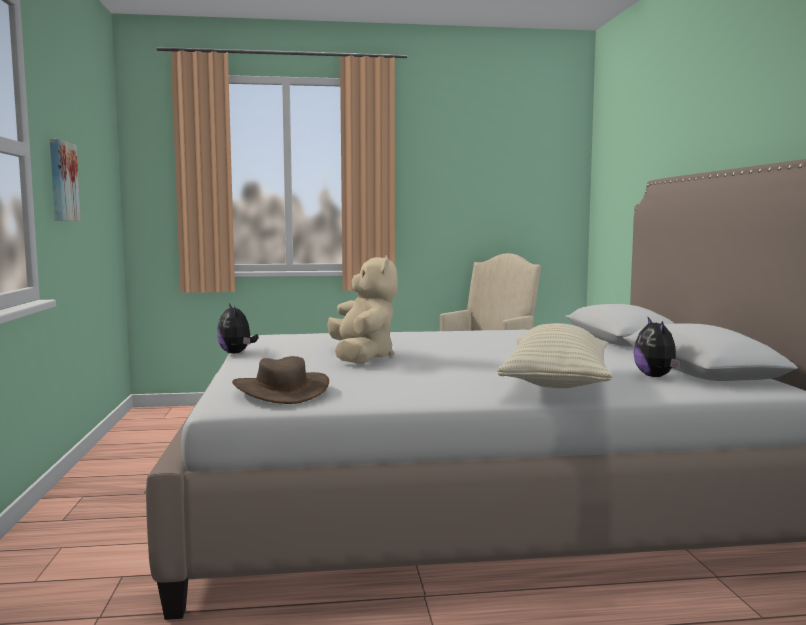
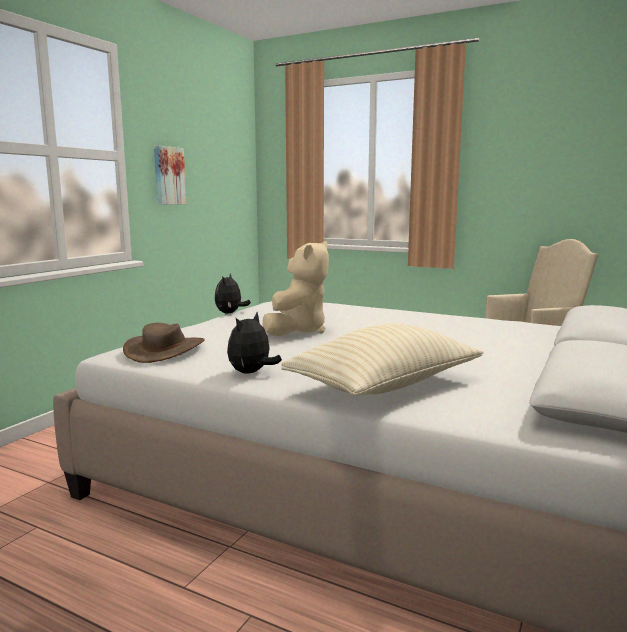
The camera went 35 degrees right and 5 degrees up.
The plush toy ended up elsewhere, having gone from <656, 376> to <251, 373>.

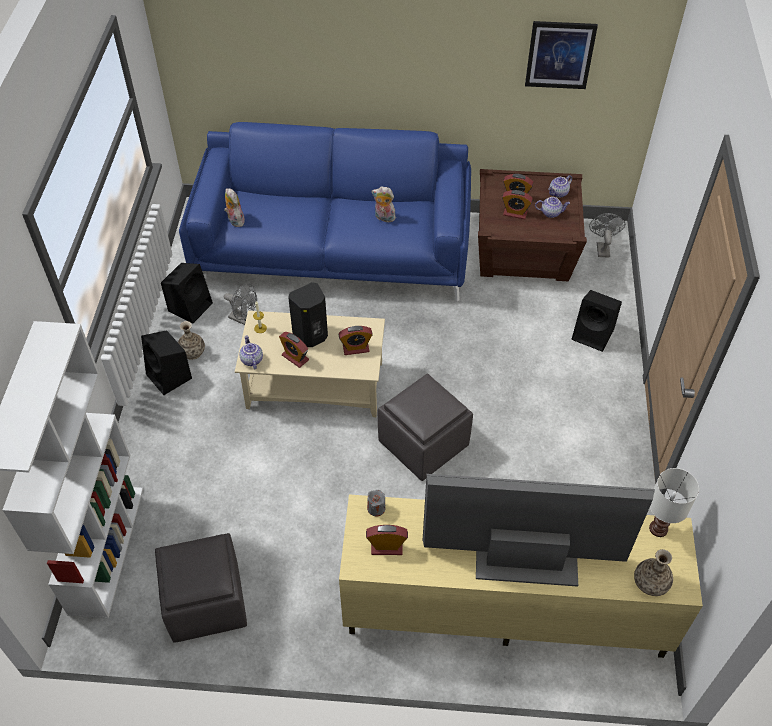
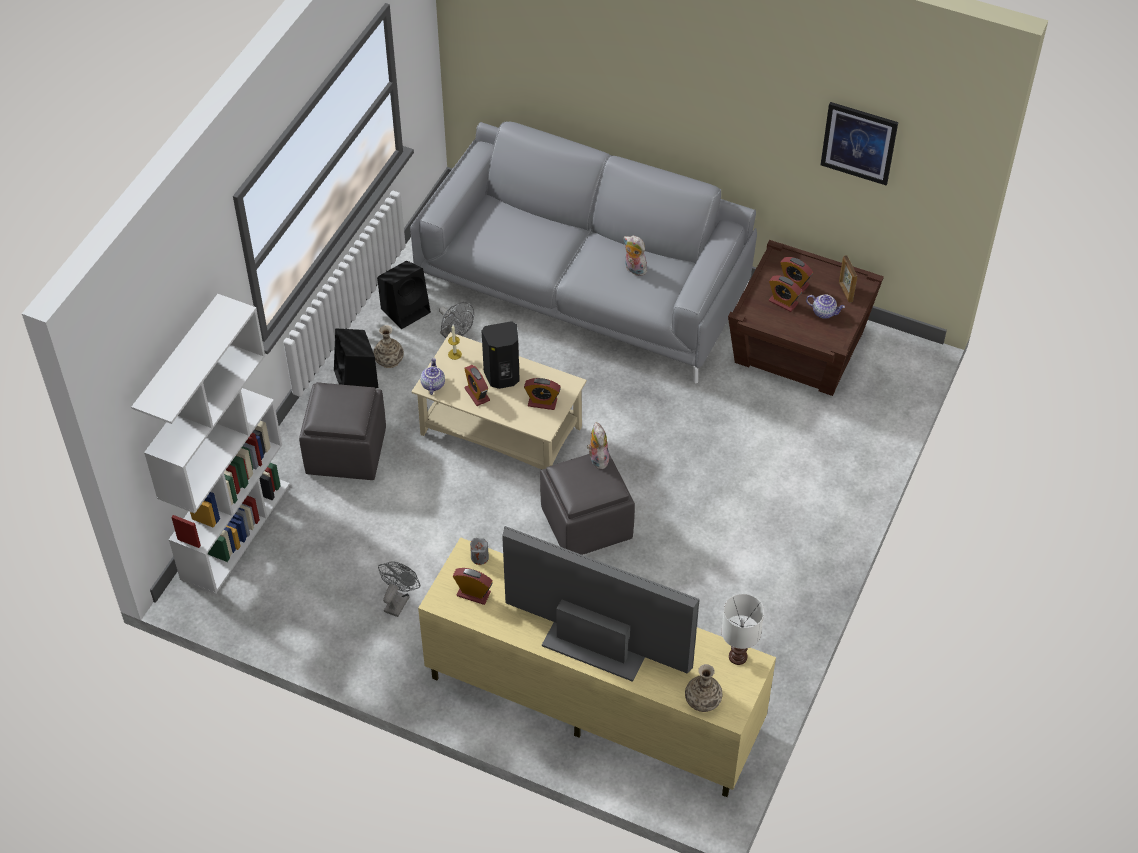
The camera went 20 degrees right and 0 degrees up.
The grey ottoman ended up elsewhere, having gone from <205, 601> to <345, 451>.
What was the blue sofa at <333, 250> turned into the grey sofa at <584, 287>.
The plush toy ended up elsewhere, having gone from <234, 220> to <597, 458>.
Where the teapot stood at <558, 193>, the picture frame came to stand at <845, 292>.
The second view lost the black speaker at <594, 335>.
The grey fan ended up elsewhere, having gone from <602, 248> to <398, 600>.

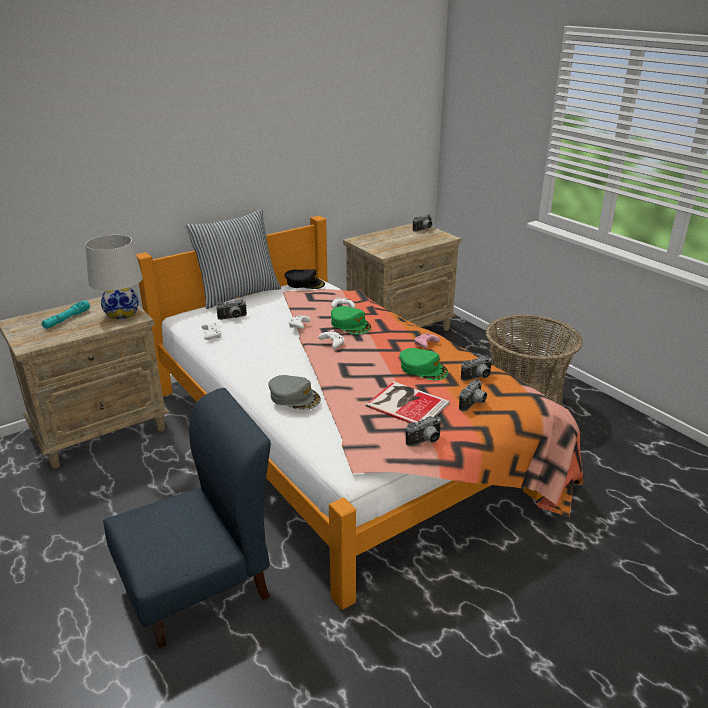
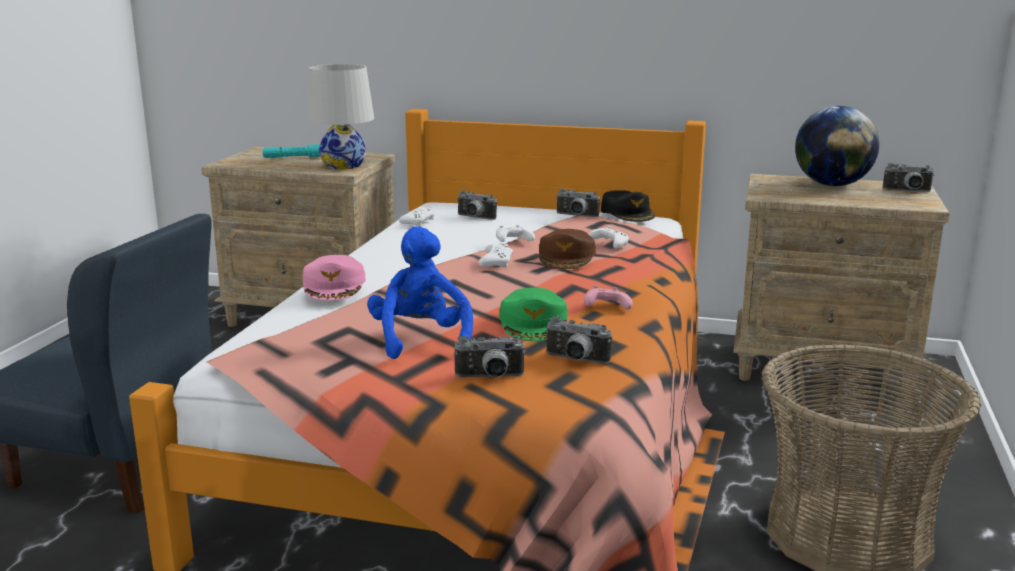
The camera went 50 degrees right and 10 degrees down.
The second view lost the pillow at <238, 294>.
What was the grey cap at <294, 397> turned into the pink cap at <334, 286>.
What was the green cap at <350, 324> turned into the brown cap at <567, 257>.
Where the book stood at <406, 403>, the blue plush toy came to stand at <420, 340>.
The photo camera ended up elsewhere, having gone from <425, 442> to <576, 216>.
The second view gained the globe at <832, 185>.

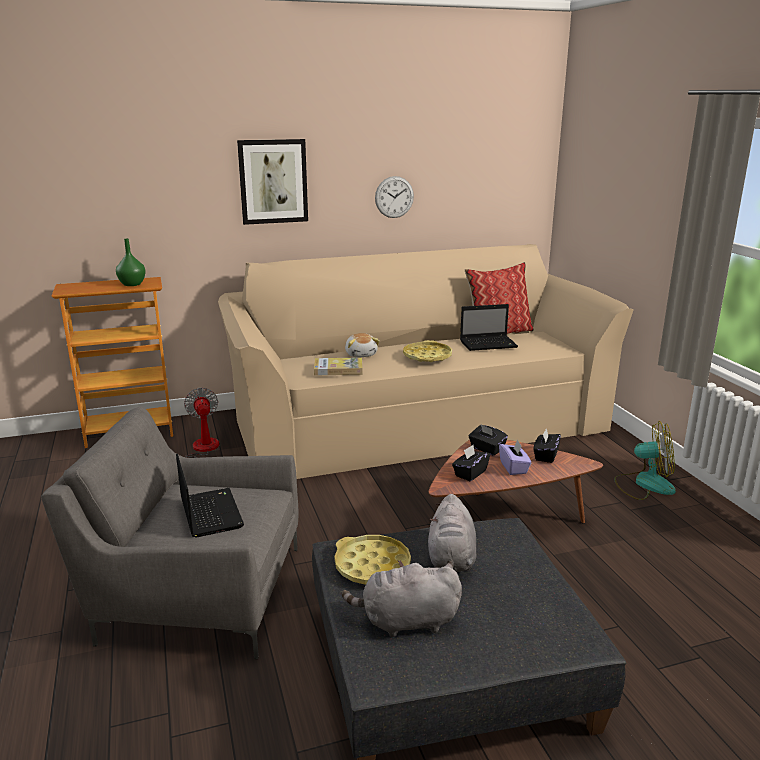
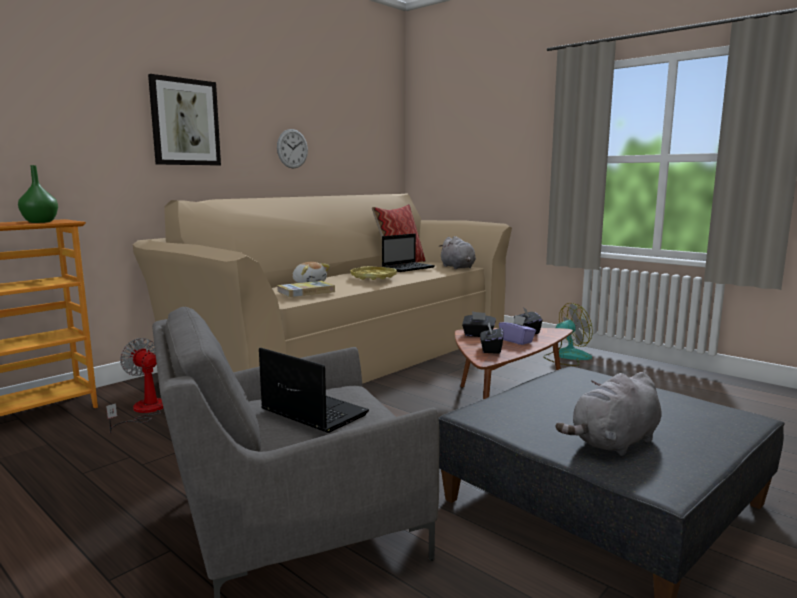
The camera went 30 degrees left and 10 degrees down.
The second view lost the yellow tray at <372, 566>.
The grey plush toy ended up elsewhere, having gone from <451, 560> to <458, 267>.

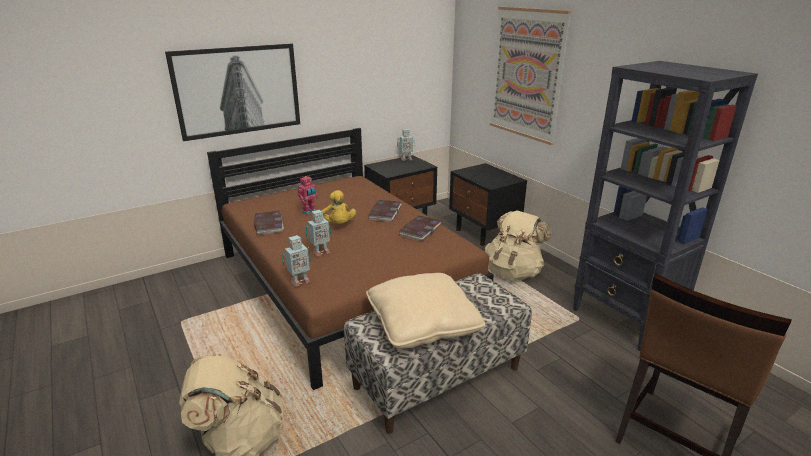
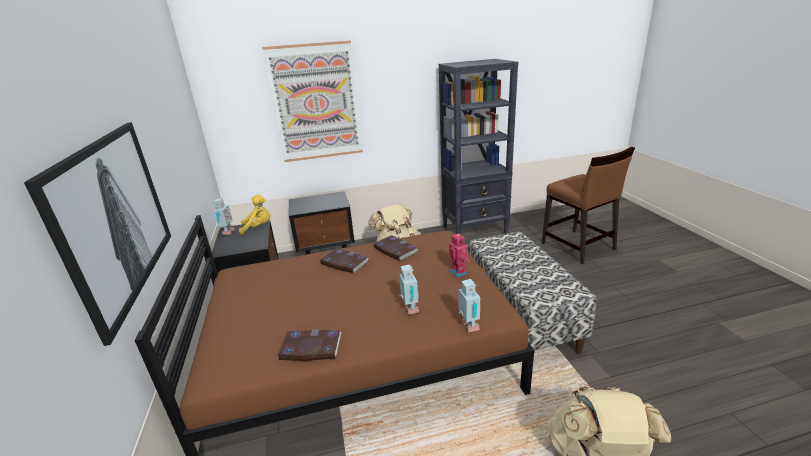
The camera went 70 degrees left and 0 degrees up.
The toy robot ended up elsewhere, having gone from <309, 212> to <459, 272>.
The yellow plush toy ended up elsewhere, having gone from <337, 225> to <258, 227>.
The second view lost the beige pillow at <422, 324>.

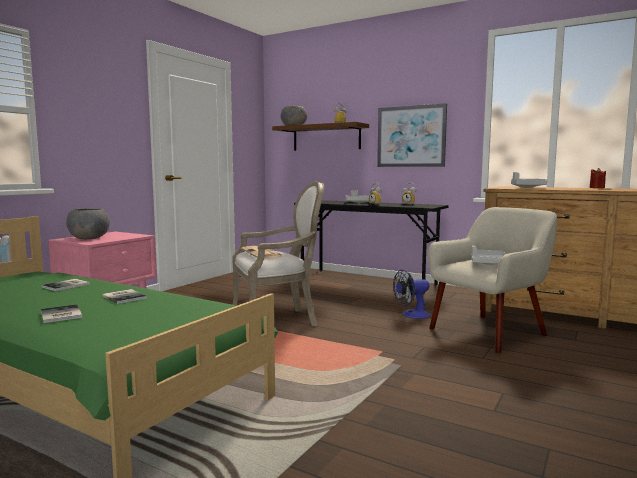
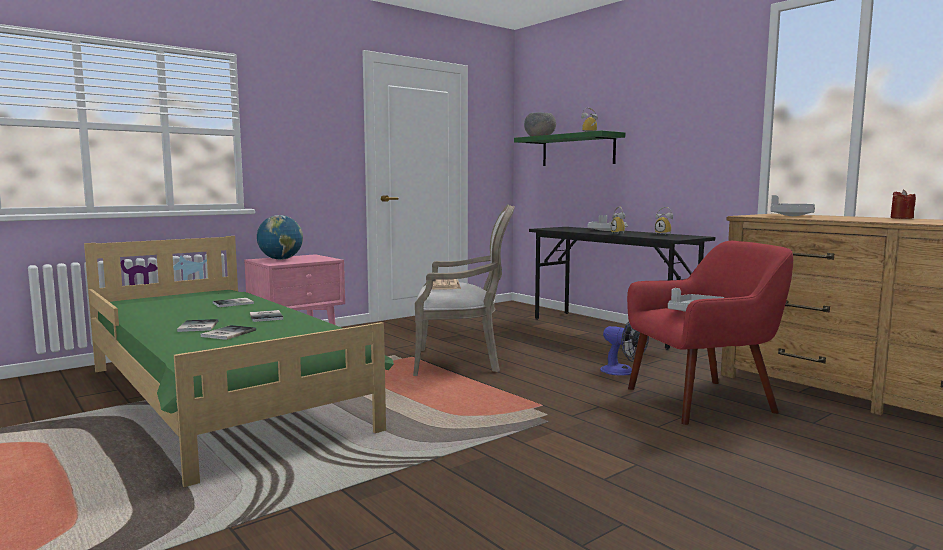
The camera went 20 degrees right and 0 degrees up.
Where the grey bowl stood at <89, 238>, the globe came to stand at <281, 259>.
What was the brown shelf at <326, 138> turned into the green shelf at <577, 150>.
The second view lost the picture at <411, 136>.
The fan at <411, 315> ended up facing another way, 135 degrees counterclockwise from before.
What was the beige armchair at <489, 332> turned into the red armchair at <702, 400>.
The second view gained the book at <226, 333>.

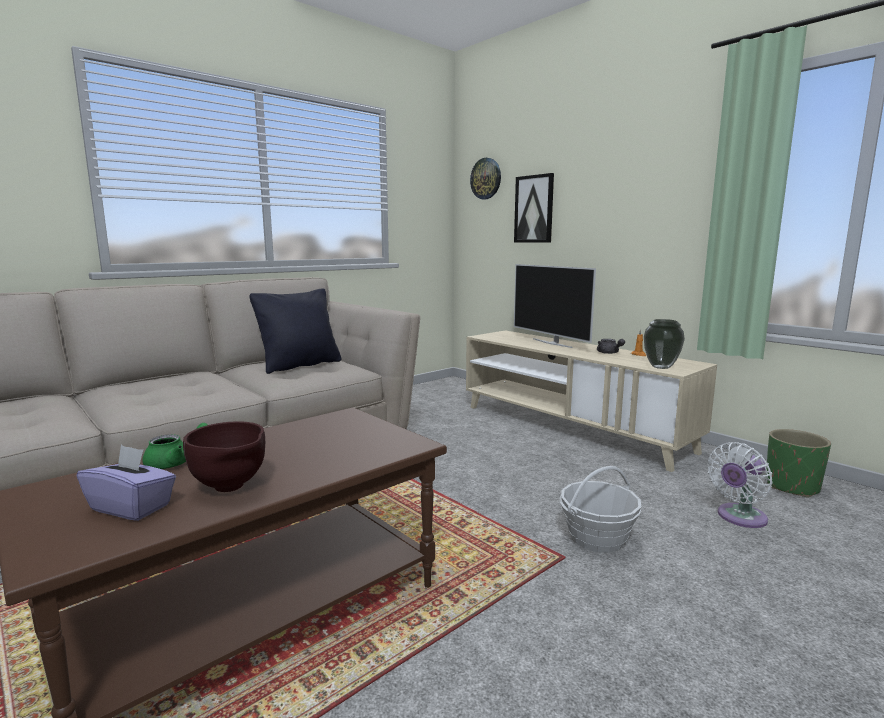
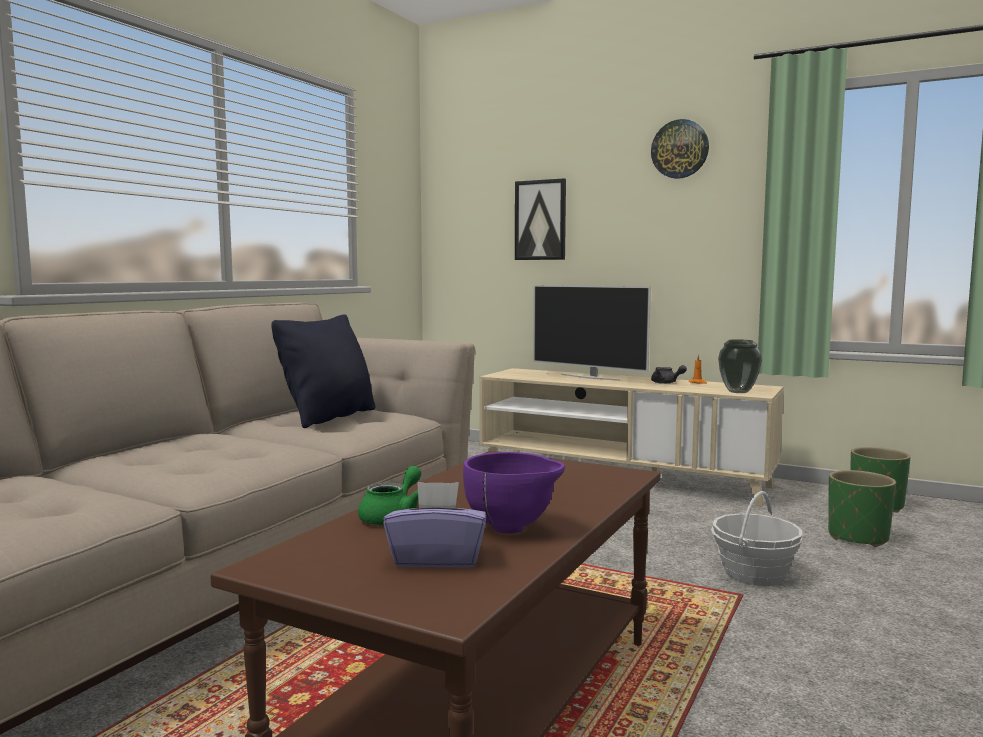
The camera went 20 degrees left and 5 degrees down.
What was the brown bowl at <231, 488> turned into the purple bowl at <513, 529>.
The wall clock ended up elsewhere, having gone from <486, 178> to <680, 149>.
Where the white fan stood at <739, 518>, the green planter came to stand at <858, 537>.

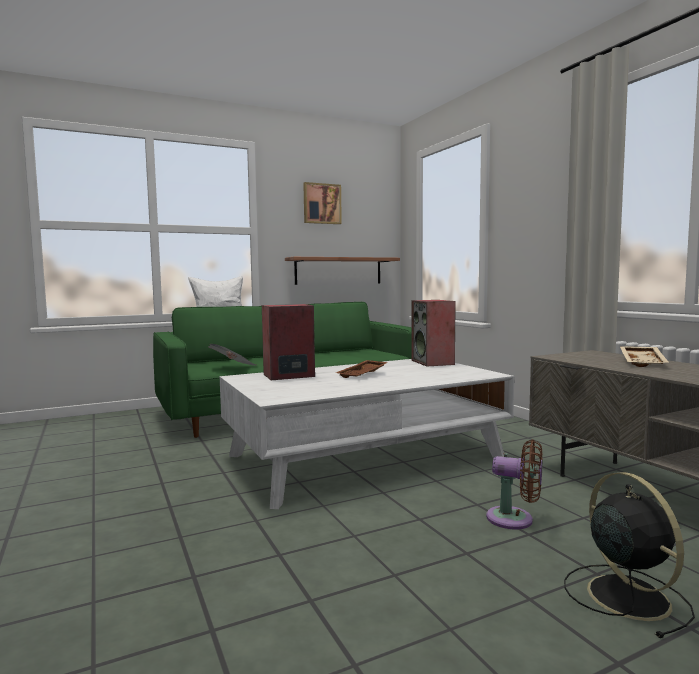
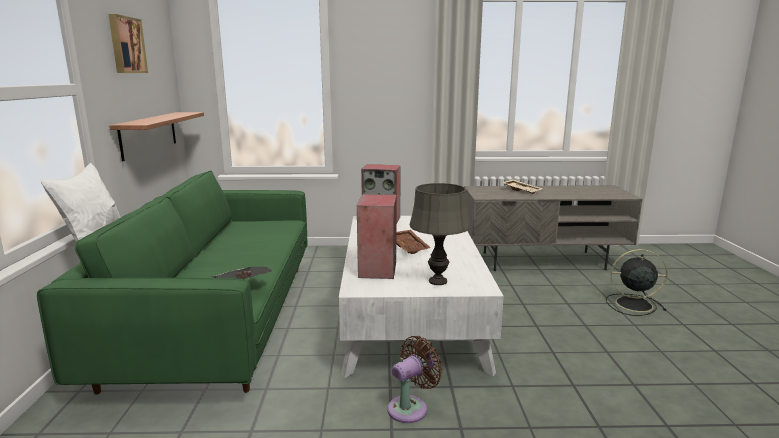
The camera went 65 degrees left and 10 degrees up.
The brown fan ended up elsewhere, having gone from <515, 519> to <411, 407>.
The second view gained the grey table lamp at <438, 281>.

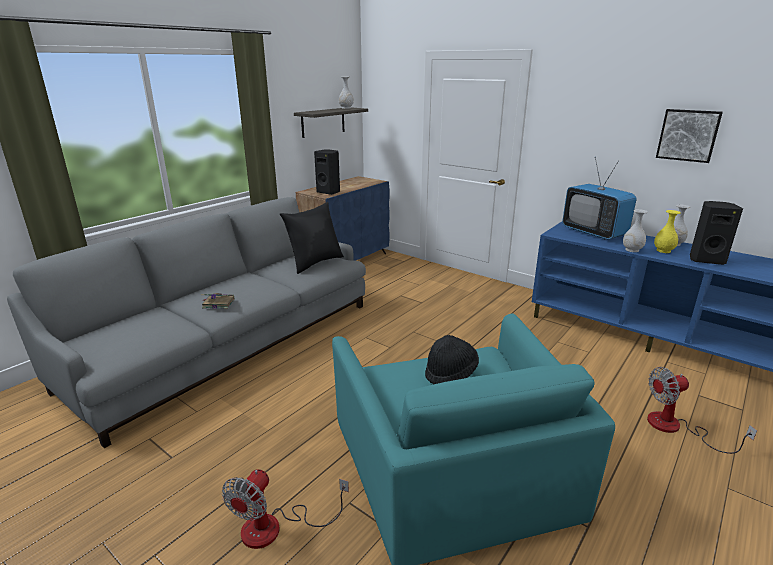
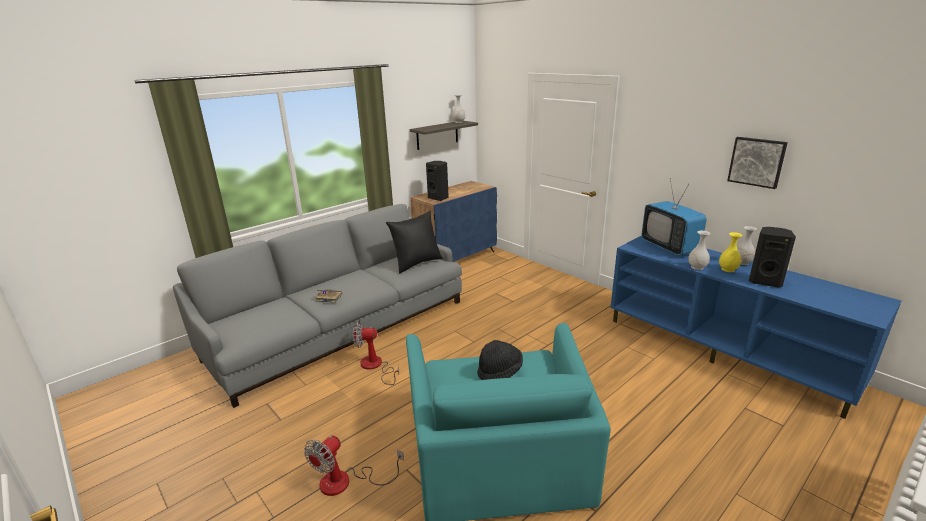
The camera went 10 degrees right and 0 degrees up.
The fan ended up elsewhere, having gone from <675, 428> to <375, 366>.

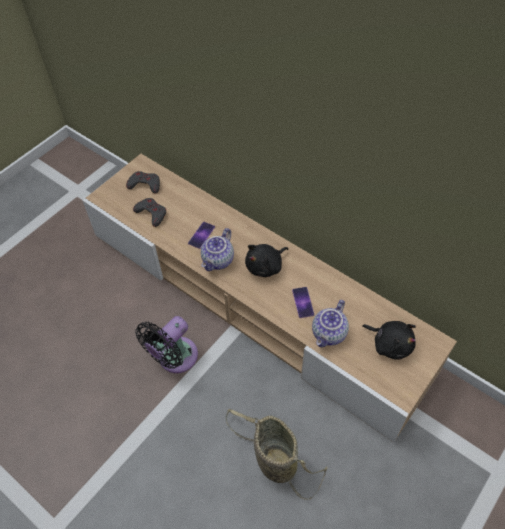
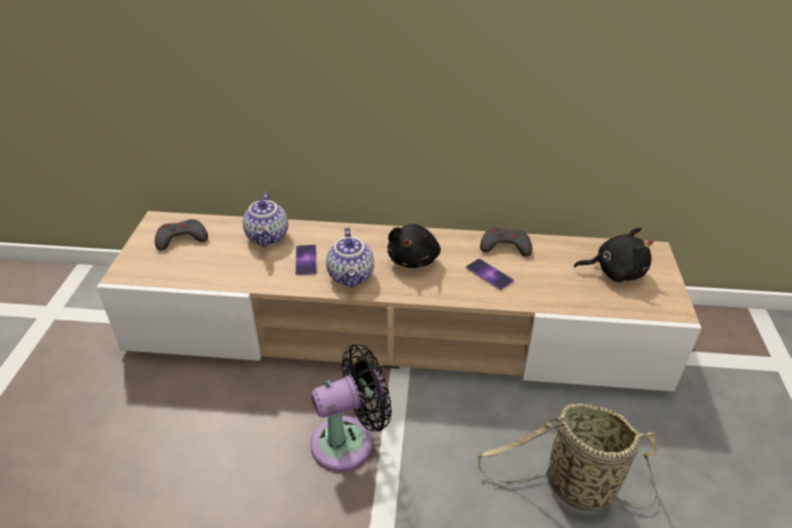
The camera went 35 degrees left and 15 degrees down.
The grey game controller ended up elsewhere, having gone from <151, 213> to <505, 246>.
The black fan at <174, 358> ended up facing another way, 120 degrees counterclockwise from before.
The teapot ended up elsewhere, having gone from <329, 334> to <268, 237>.

